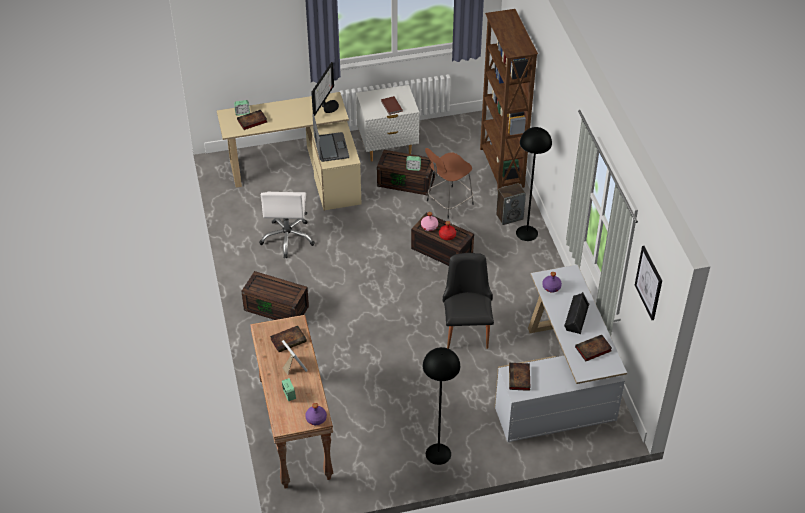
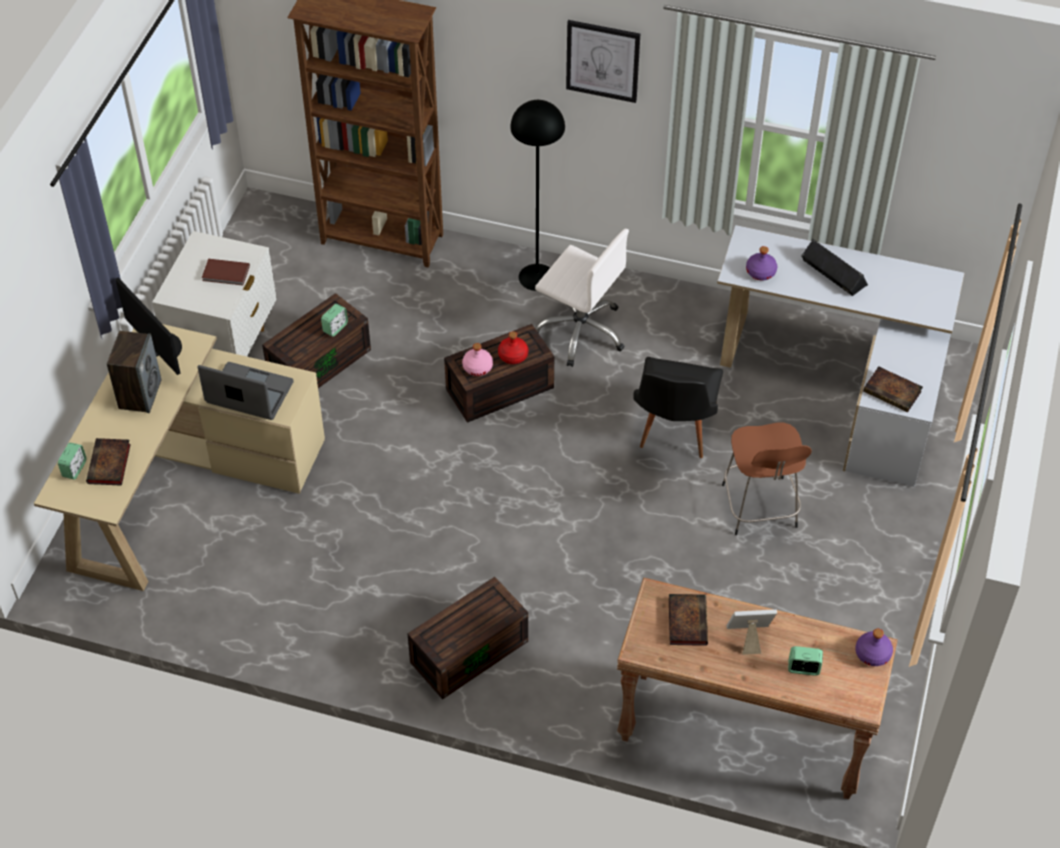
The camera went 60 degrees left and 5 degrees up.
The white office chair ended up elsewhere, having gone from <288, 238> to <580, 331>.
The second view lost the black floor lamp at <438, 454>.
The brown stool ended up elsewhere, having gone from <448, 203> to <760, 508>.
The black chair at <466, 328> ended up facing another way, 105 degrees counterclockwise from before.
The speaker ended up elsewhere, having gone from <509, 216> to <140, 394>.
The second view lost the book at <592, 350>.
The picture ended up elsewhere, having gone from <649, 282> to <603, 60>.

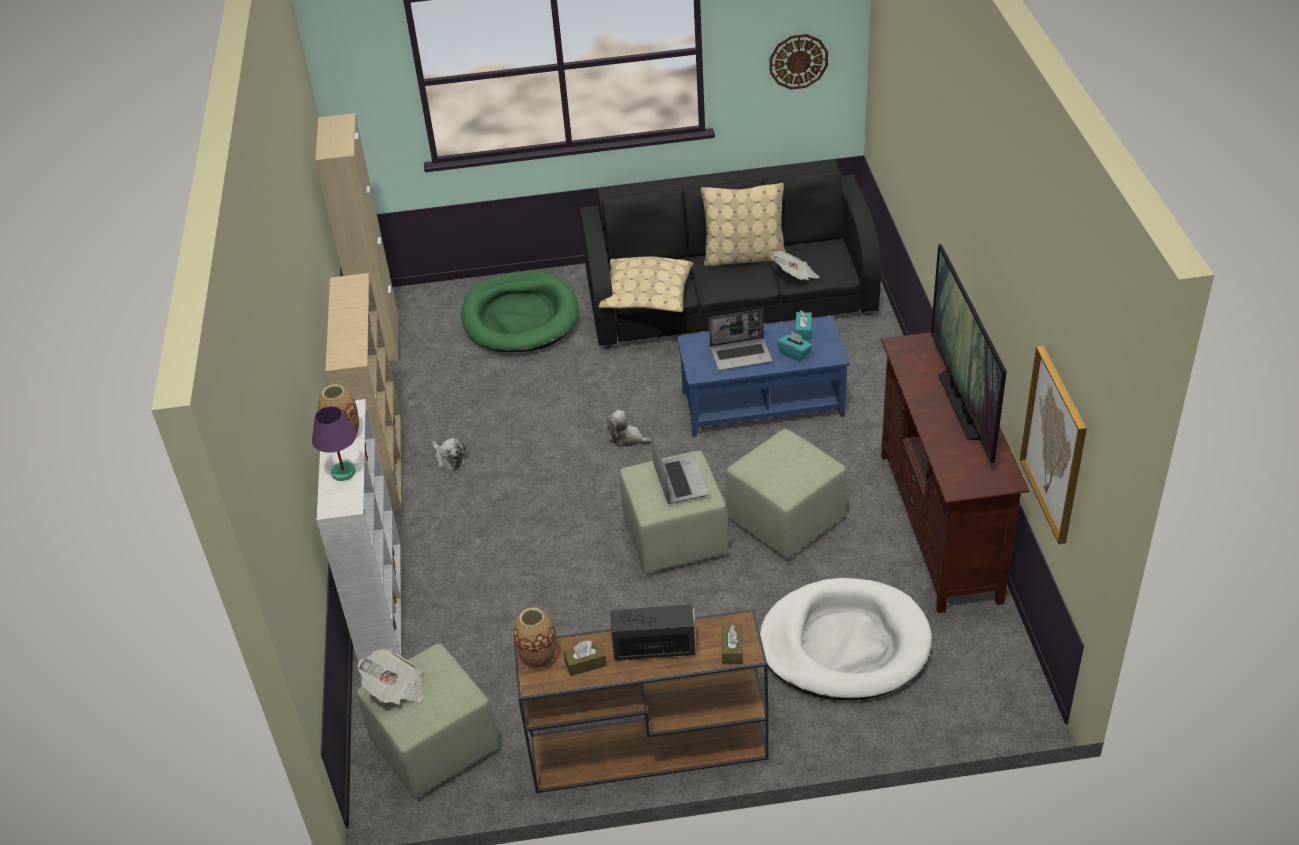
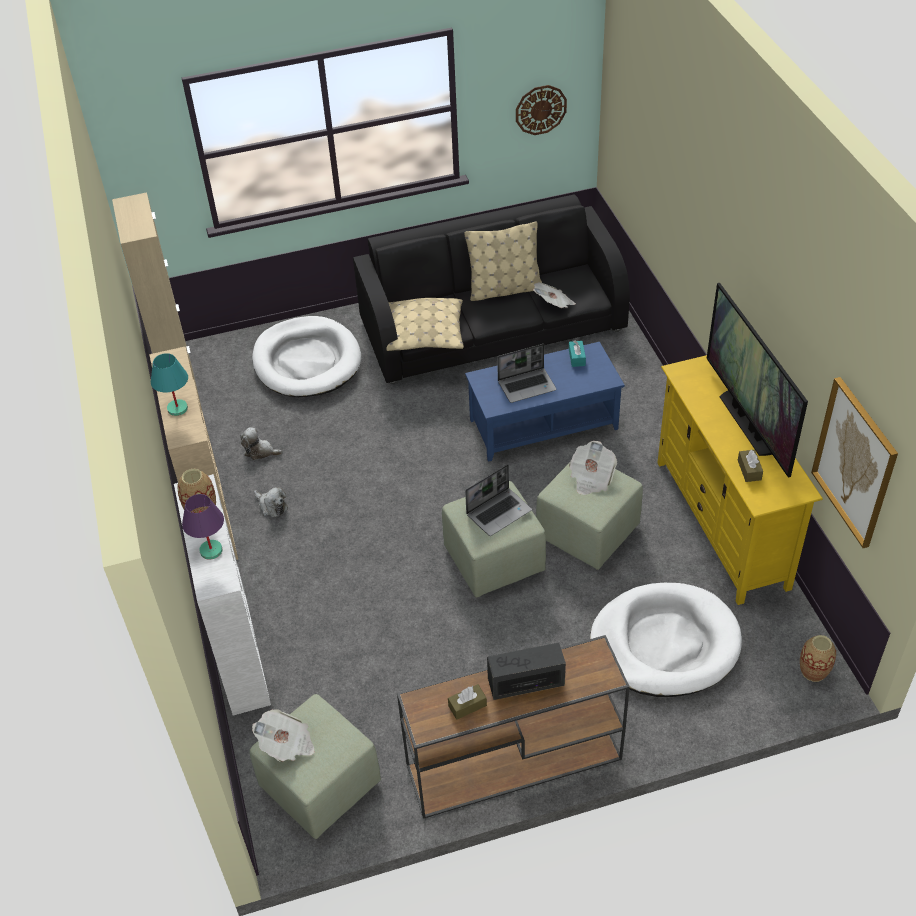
The camera went 10 degrees left and 5 degrees up.
What was the green dog bed at <520, 317> turned into the white dog bed at <307, 361>.
The vase ended up elsewhere, having gone from <538, 657> to <813, 671>.
The plush toy ended up elsewhere, having gone from <627, 439> to <260, 451>.
The laptop at <679, 480> ended up facing another way, 75 degrees clockwise from before.
The brown tissue box ended up elsewhere, having gone from <732, 649> to <749, 470>.
The second view lost the turquoise tissue box at <794, 353>.
What was the brown tv stand at <940, 526> turned into the yellow tv stand at <722, 524>.
The second view gained the turquoise table lamp at <177, 408>.
The second view gained the newspaper at <591, 478>.

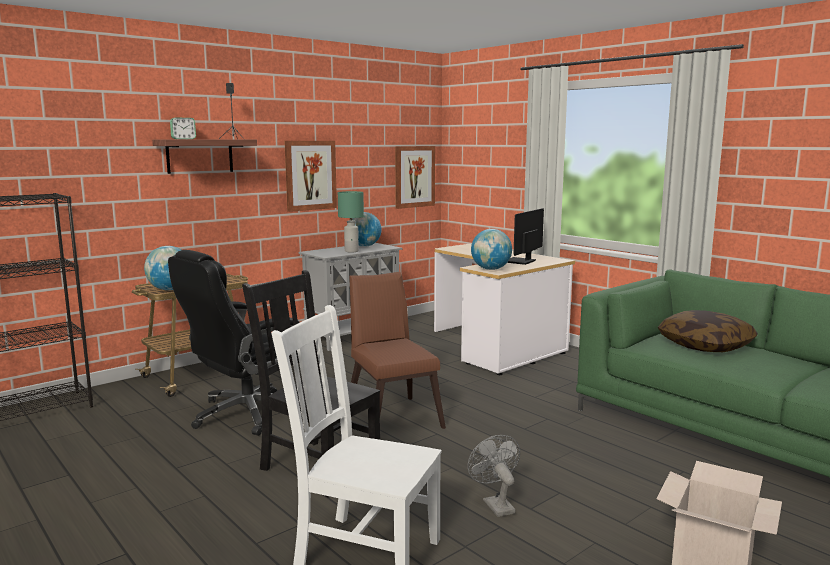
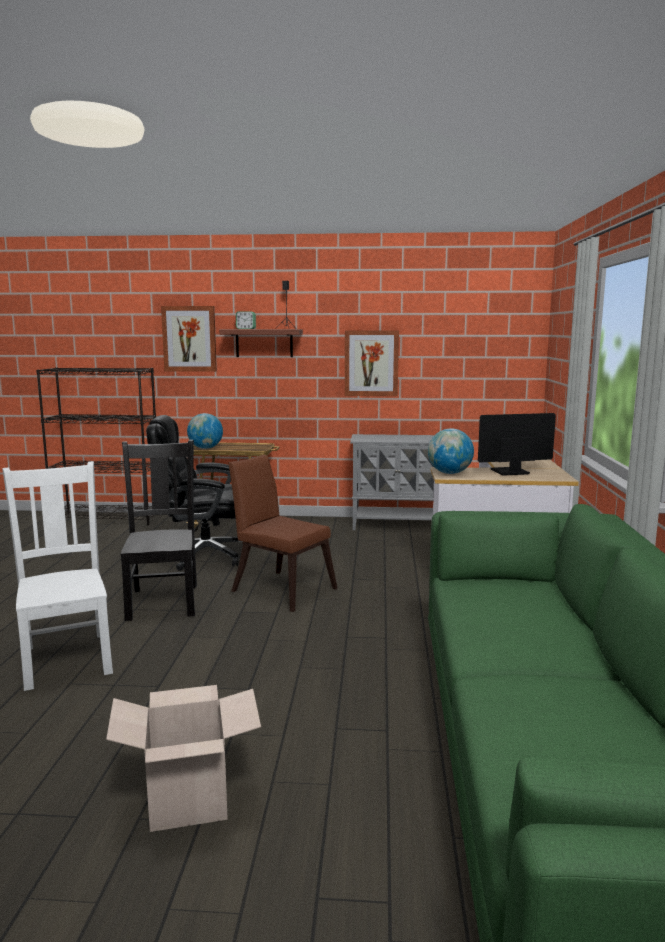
The camera went 45 degrees right and 0 degrees up.
The second view lost the green table lamp at <351, 251>.
The brown chair at <391, 415> ended up facing another way, 75 degrees counterclockwise from before.
The second view lost the globe at <364, 246>.
The picture ended up elsewhere, having gone from <414, 176> to <189, 339>.
The second view lost the grey fan at <495, 504>.
The second view lost the pillow at <705, 346>.

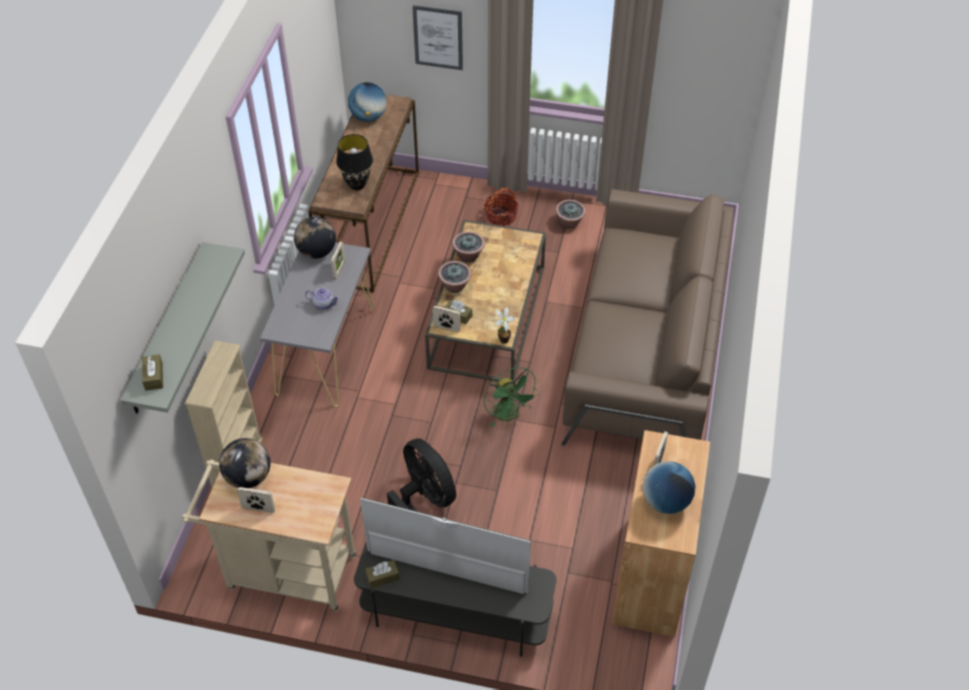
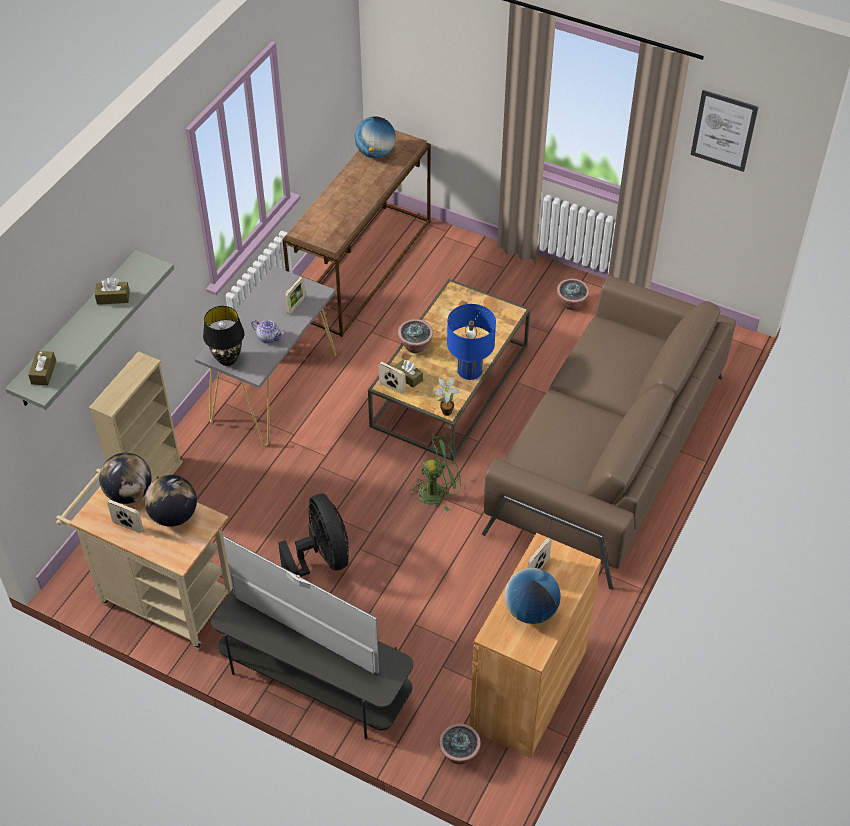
The camera went 15 degrees right and 0 degrees up.
The globe ended up elsewhere, having gone from <317, 252> to <174, 515>.
The black table lamp ended up elsewhere, having gone from <357, 185> to <228, 359>.
The brown tissue box ended up elsewhere, having gone from <382, 577> to <113, 298>.
The picture ended up elsewhere, having gone from <438, 37> to <723, 130>.
The potted plant ended up elsewhere, having gone from <468, 256> to <459, 753>.
The second view lost the basket at <501, 216>.
The green fan at <509, 415> ended up facing another way, 90 degrees counterclockwise from before.
The second view gained the blue table lamp at <469, 370>.

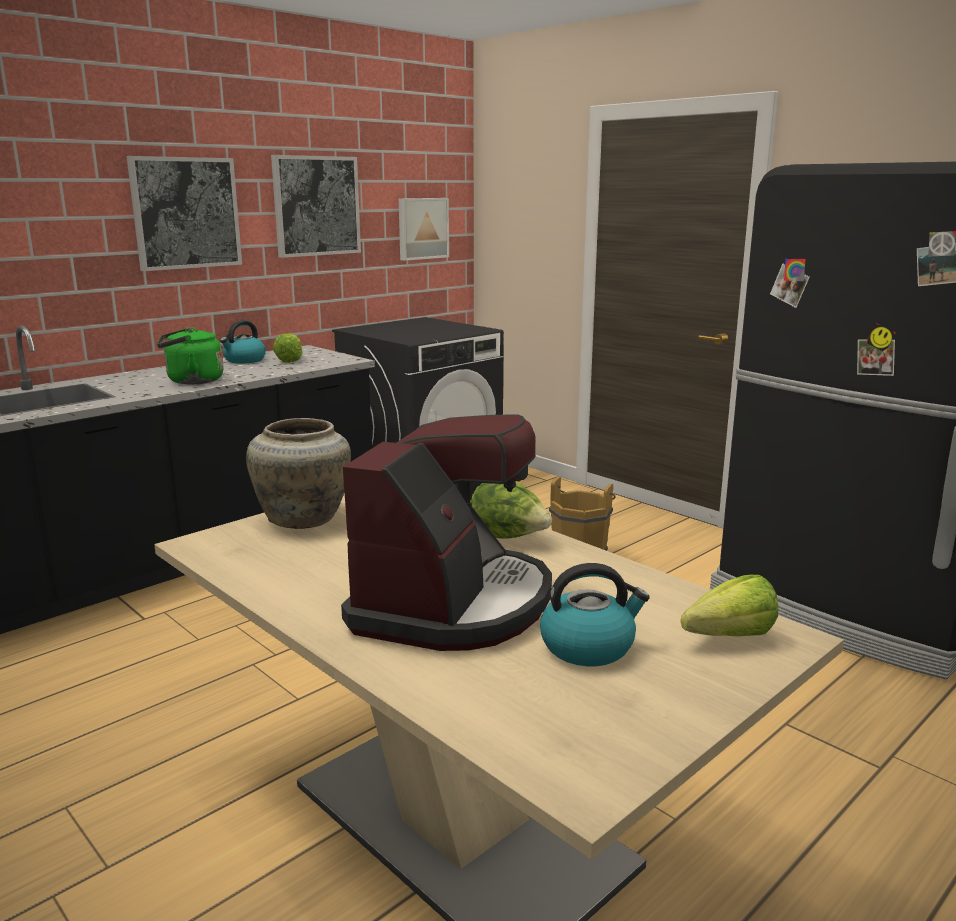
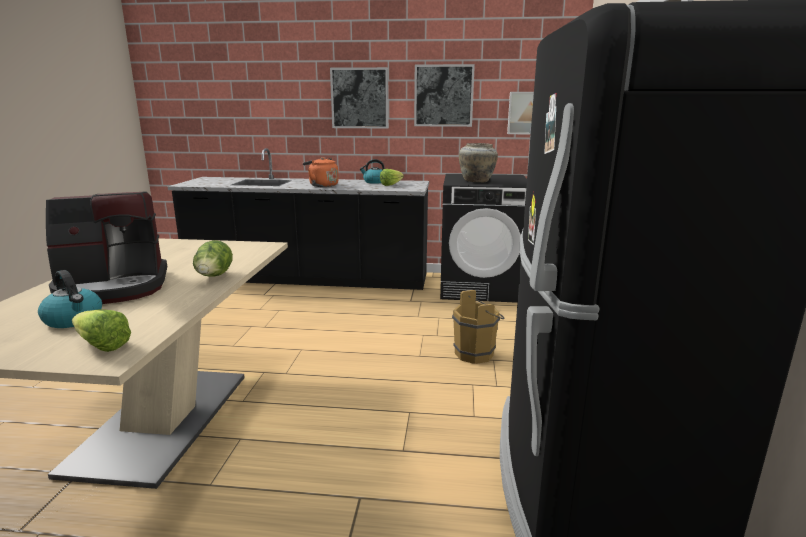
The camera went 50 degrees right and 0 degrees up.
What was the green kettle at <191, 381> turned into the orange kettle at <322, 185>.
The beige vase ended up elsewhere, having gone from <304, 519> to <477, 181>.

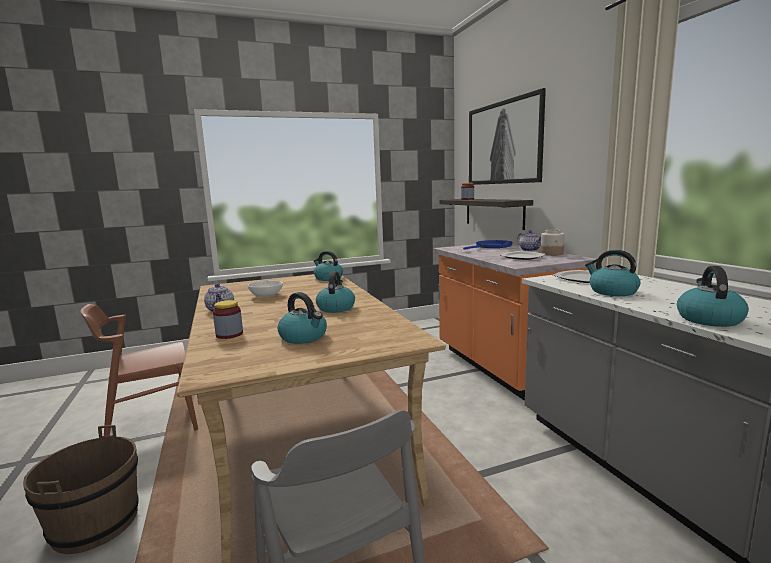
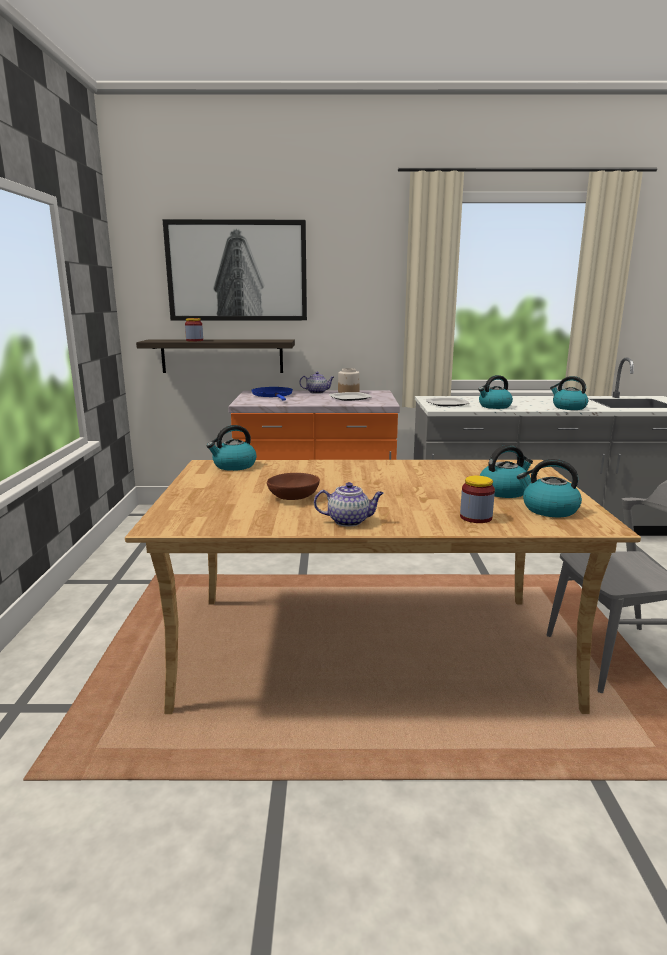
The camera went 70 degrees left and 5 degrees up.
The second view lost the brown bucket at <95, 523>.
The second view lost the brown chair at <151, 426>.
What was the white bowl at <266, 295> turned into the brown bowl at <293, 497>.
The kettle ended up elsewhere, having gone from <336, 308> to <548, 509>.

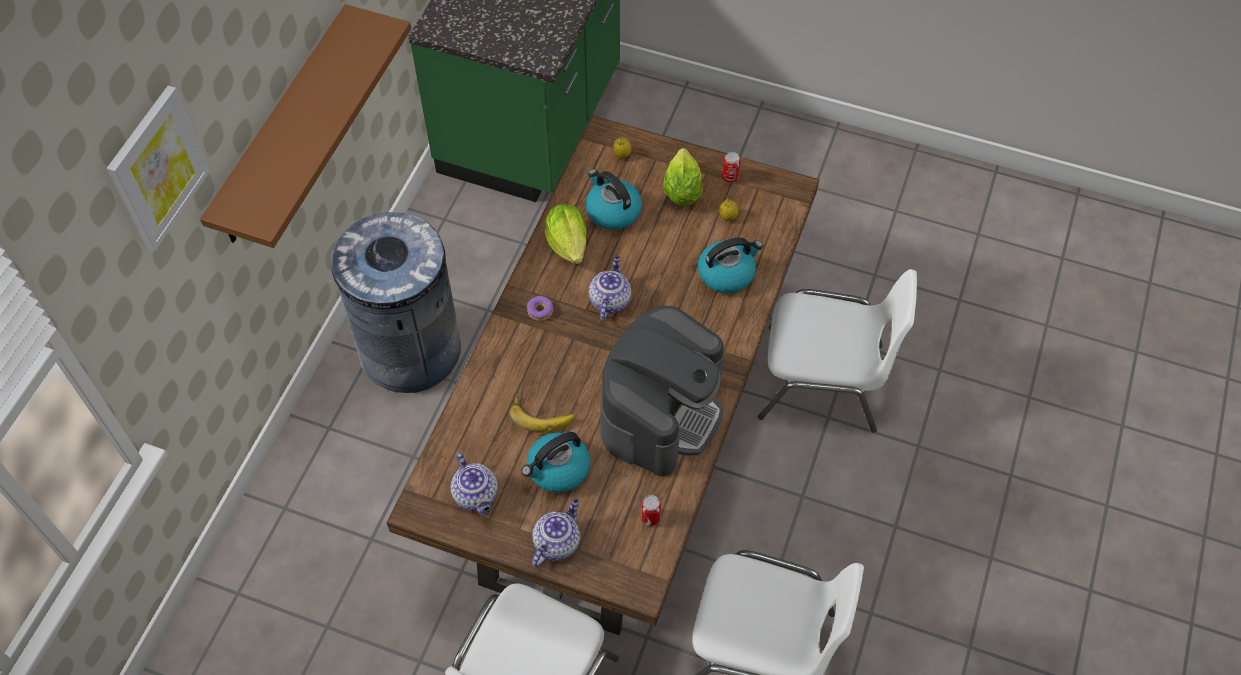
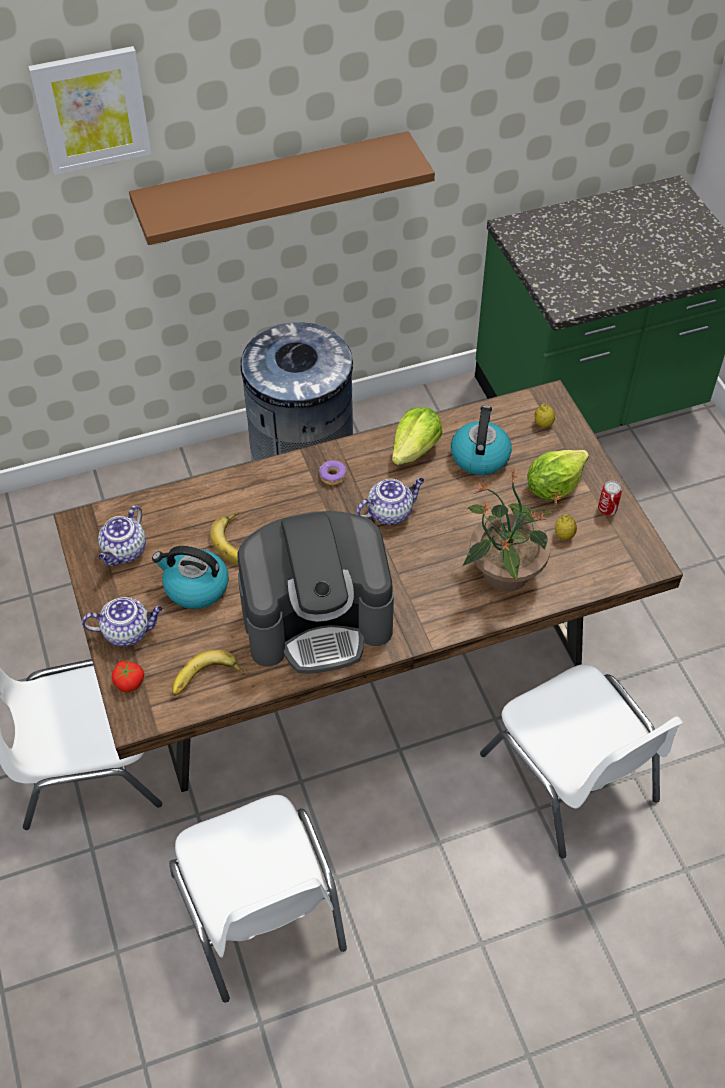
The camera went 50 degrees right and 5 degrees down.
Where the can stood at <650, 518>, the banana came to stand at <207, 680>.
Where the kettle stood at <727, 273>, the potted plant came to stand at <504, 573>.
The second view gained the tomato at <129, 681>.

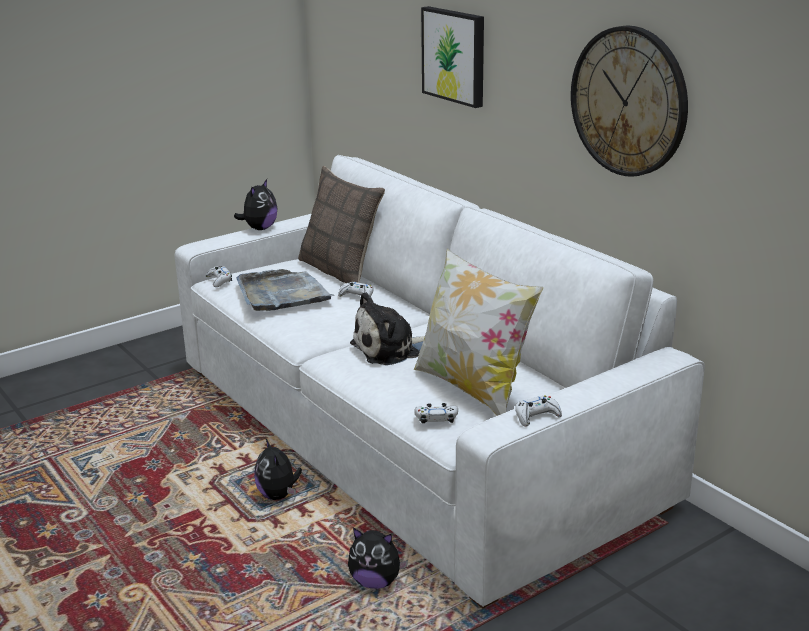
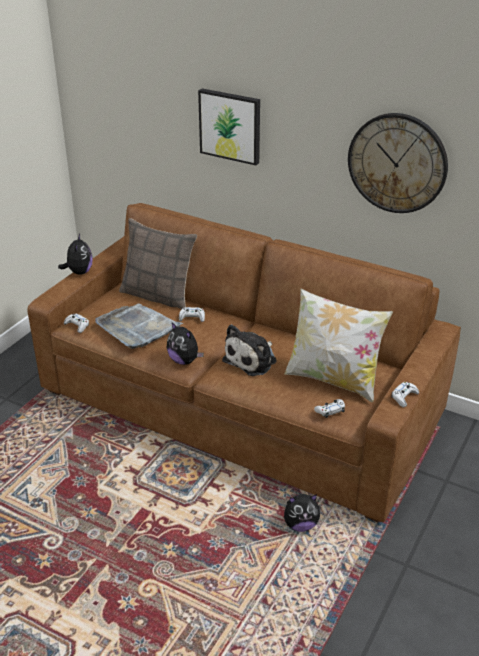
The camera went 25 degrees left and 10 degrees up.
What was the white sofa at <407, 433> turned into the brown sofa at <240, 404>.
The plush toy ended up elsewhere, having gone from <278, 495> to <184, 360>.

